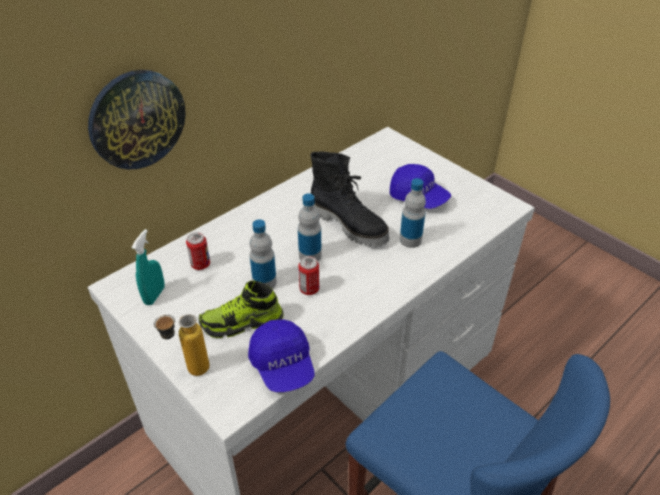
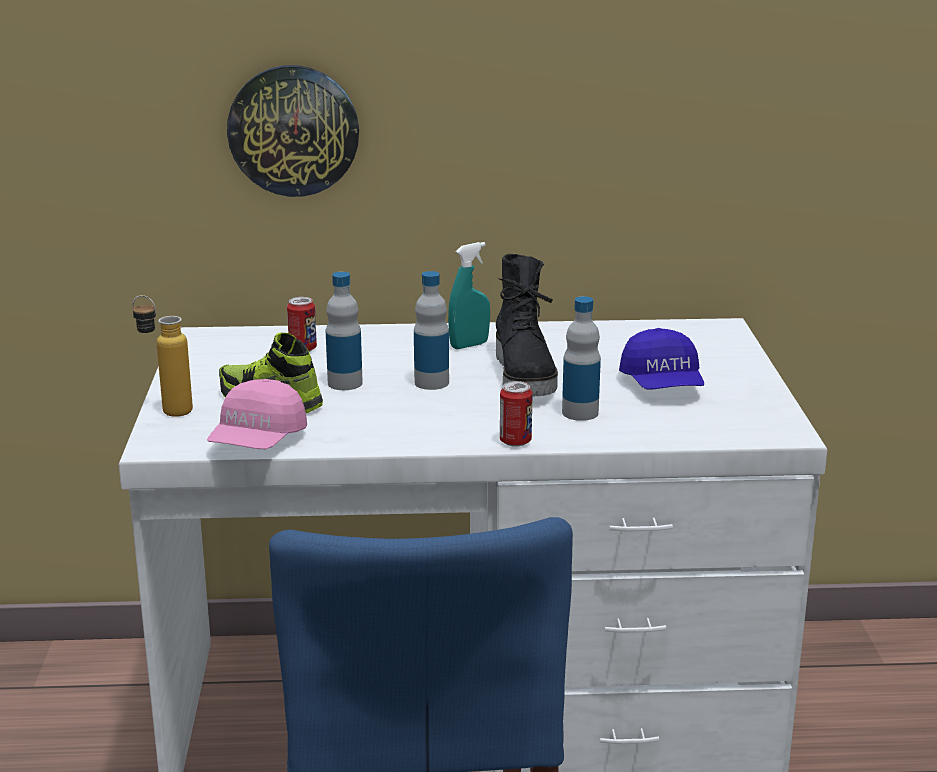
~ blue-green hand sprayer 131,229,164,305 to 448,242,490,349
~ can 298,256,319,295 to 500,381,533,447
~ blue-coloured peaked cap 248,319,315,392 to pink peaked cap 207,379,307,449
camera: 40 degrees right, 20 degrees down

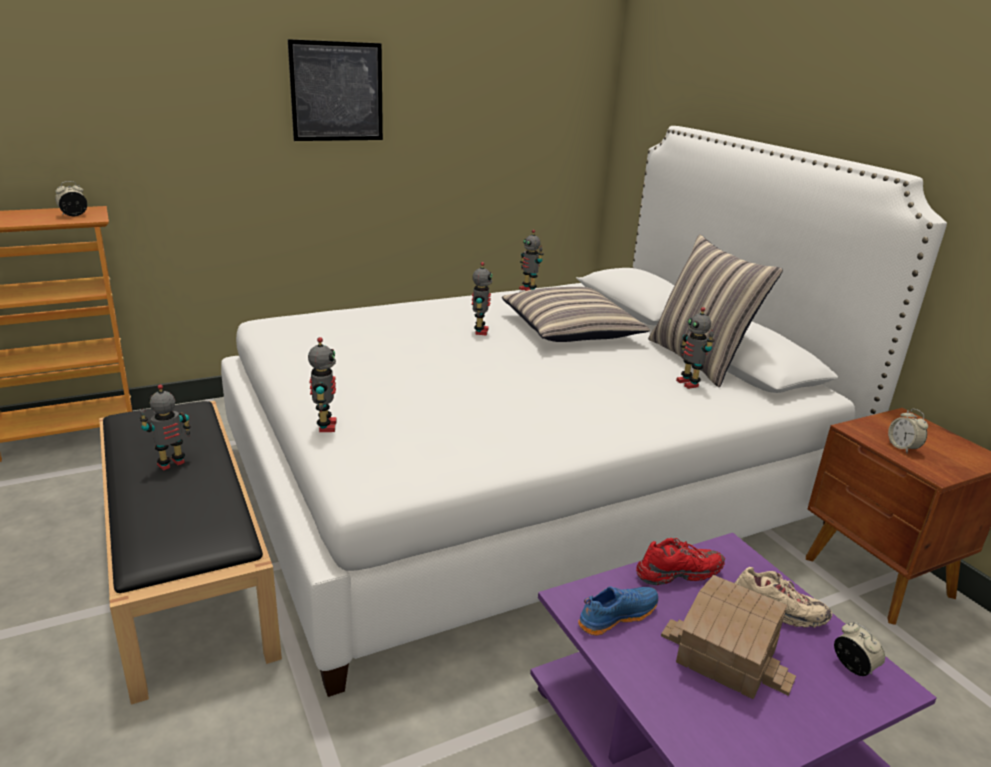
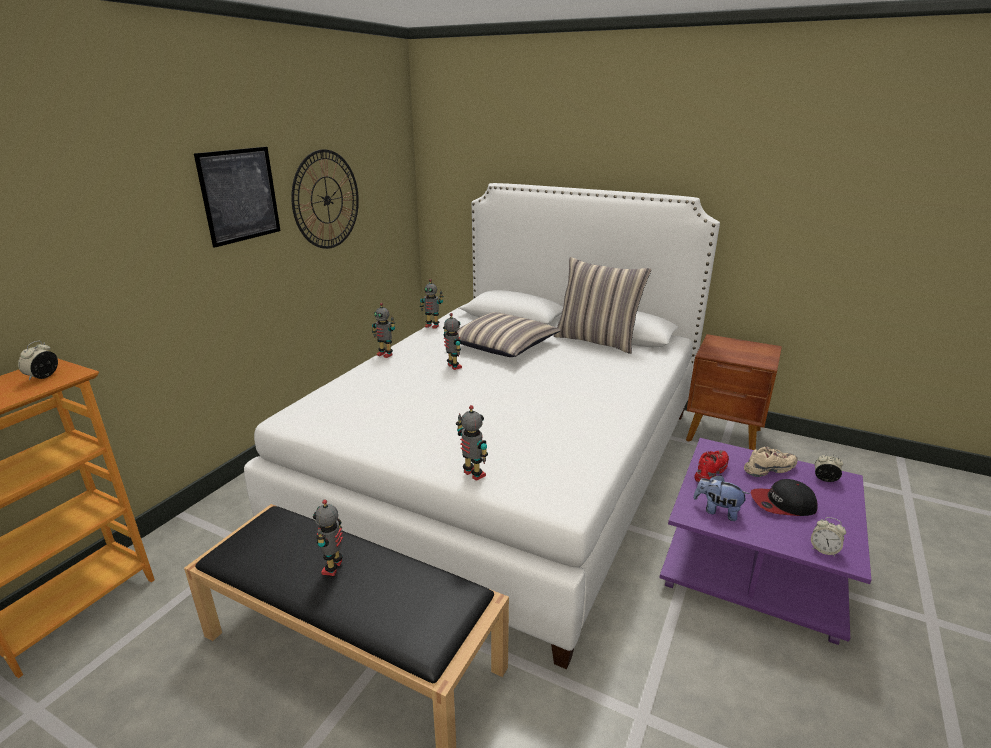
~ model robot 676,307,715,389 to 372,303,395,358
~ alarm clock 888,409,928,453 to 811,517,846,557
~ toy house 661,575,796,699 to peaked cap 751,479,818,516
~ blue-coloured shoe 578,587,658,635 to plush toy 694,475,749,521
+ clock on the wall 291,149,359,249
camera: 35 degrees left, 0 degrees up

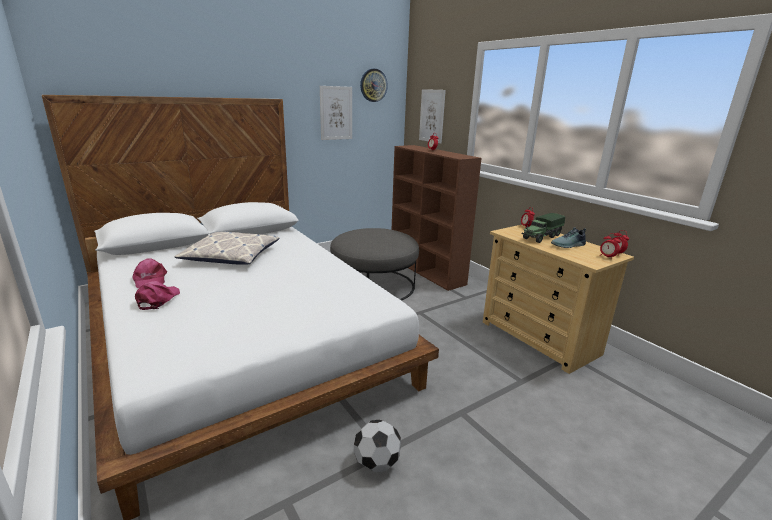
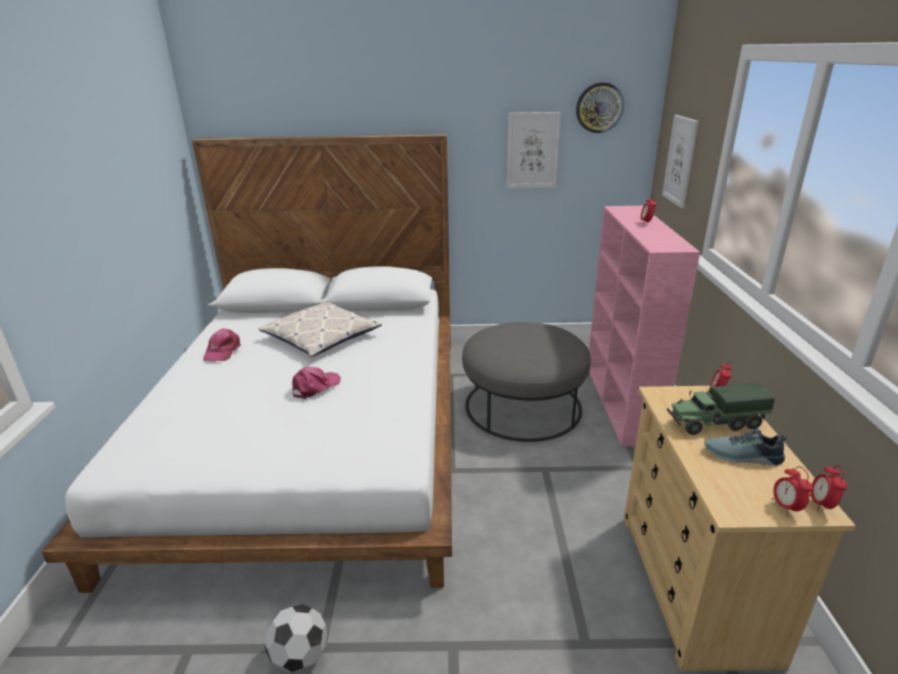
~ brown-coloured shelving unit 391,145,482,291 to pink shelving unit 589,206,700,447
~ pink peaked cap 135,281,180,310 to 292,367,341,399
camera: 35 degrees right, 5 degrees up

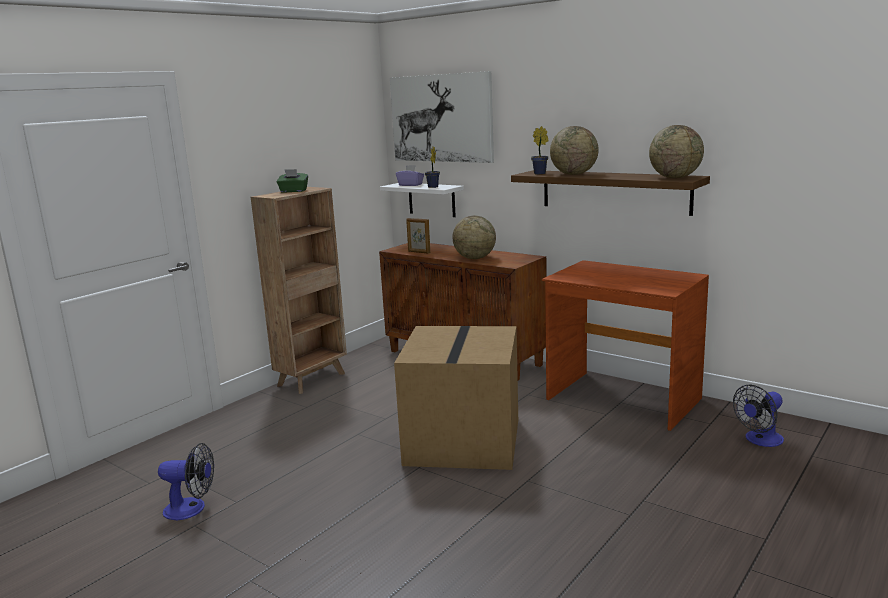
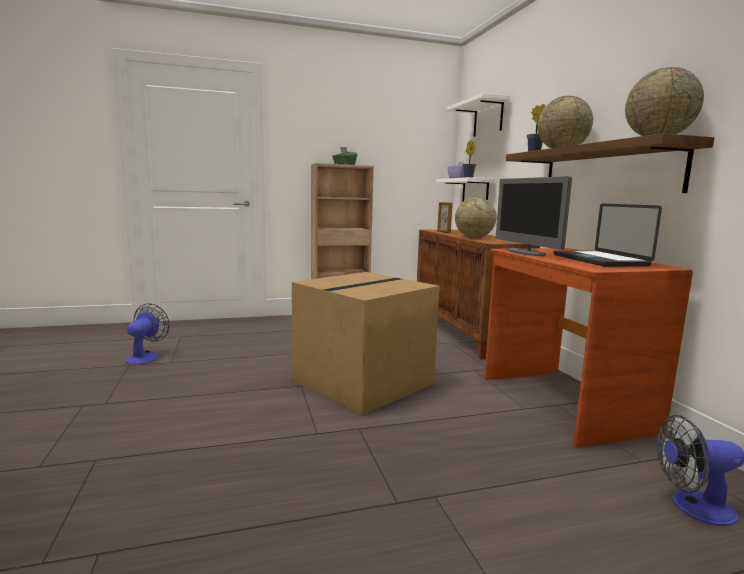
~ wall art 390,71,494,163 to white-coloured bracket shelf 446,93,511,137
~ cooling fan 158,443,214,520 = 126,303,170,364 120 degrees counterclockwise
+ computer display 495,176,572,256
+ laptop 553,203,662,267
camera: 35 degrees right, 5 degrees down

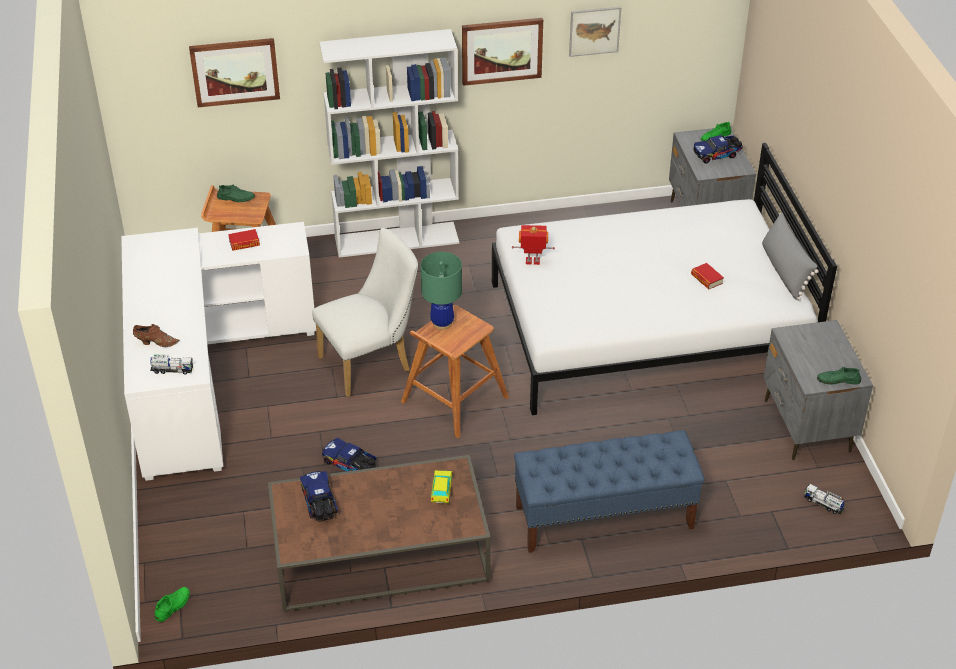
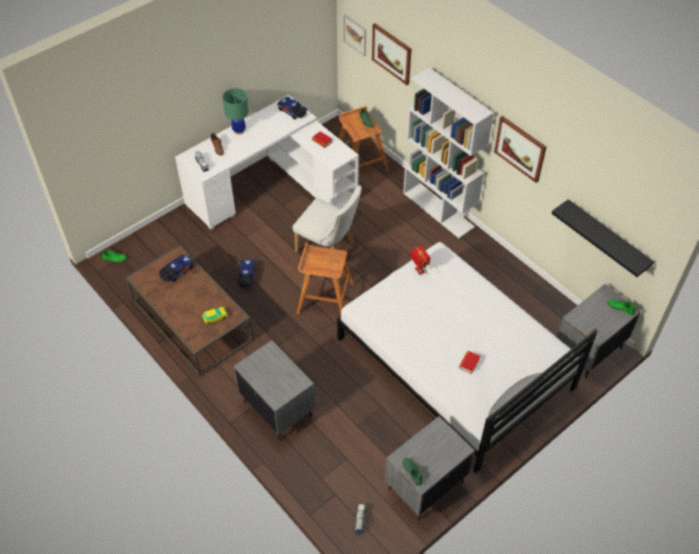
~ wall art 569,7,621,57 to 344,15,366,57
~ toy truck 693,135,742,163 to 278,96,307,119
~ greenish tabletop lamp 421,252,462,330 to 223,88,249,135
~ blue-coloured bench 514,430,705,553 to gray bedside table 234,340,315,441
+ black-coloured bracket shelf 551,199,654,277
camera: 60 degrees right, 10 degrees up

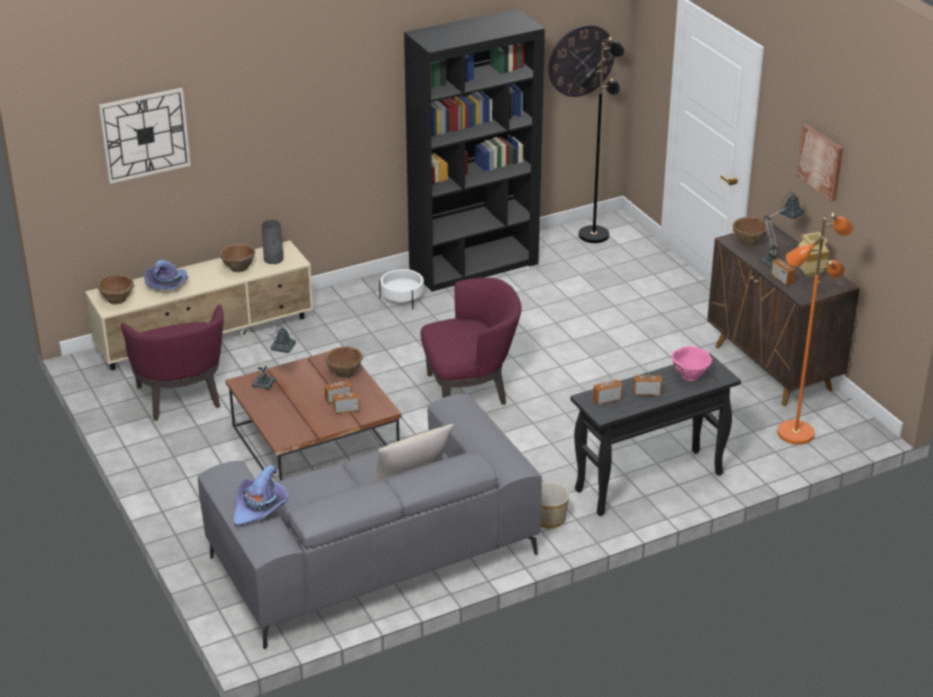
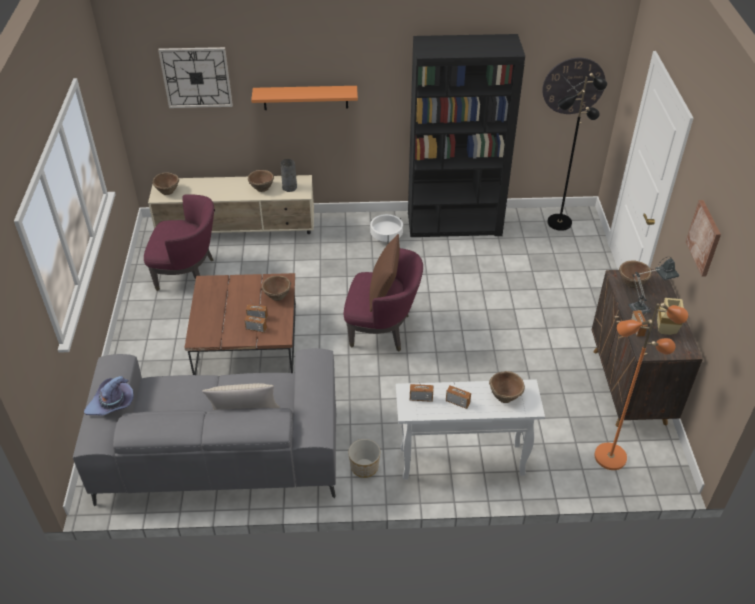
- purplish hat 144,260,188,290
~ purplish lounge chair 121,304,224,421 = 144,194,214,291 90 degrees counterclockwise
- tabletop lamp 239,325,296,389
~ pink bowl 671,346,712,381 to brown-coloured bowl 489,371,525,403
~ black-coloured hall table 570,353,741,516 to white-coloured hall table 396,379,545,480
+ orangey bracket shelf 251,86,358,110
+ brown-coloured pillow 370,234,400,312
camera: 25 degrees right, 10 degrees up

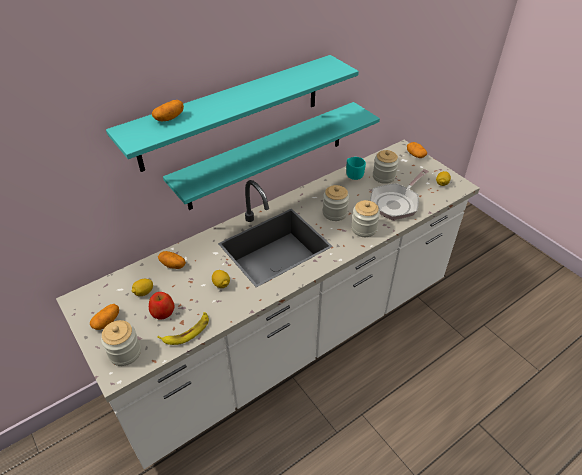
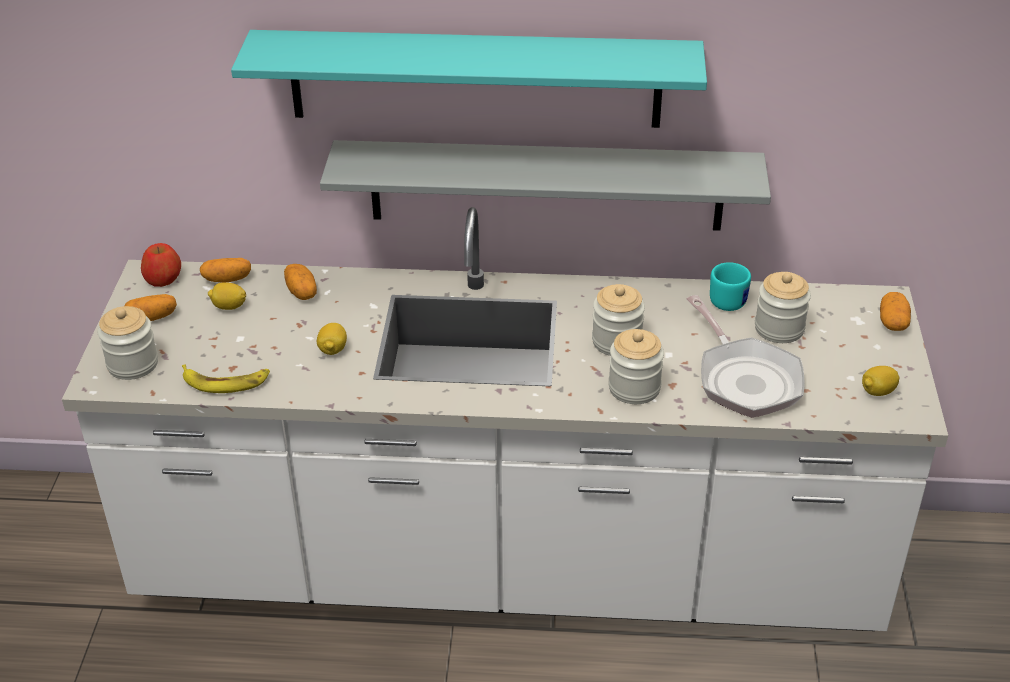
~ whole potato 152,100,184,121 to 200,258,251,283
~ blue-green bracket shelf 163,102,380,210 to gray bracket shelf 320,140,771,231
~ skillet 370,169,429,220 = 687,295,805,418 105 degrees counterclockwise
~ whole apple 149,292,175,320 to 141,243,181,287
camera: 40 degrees right, 5 degrees down

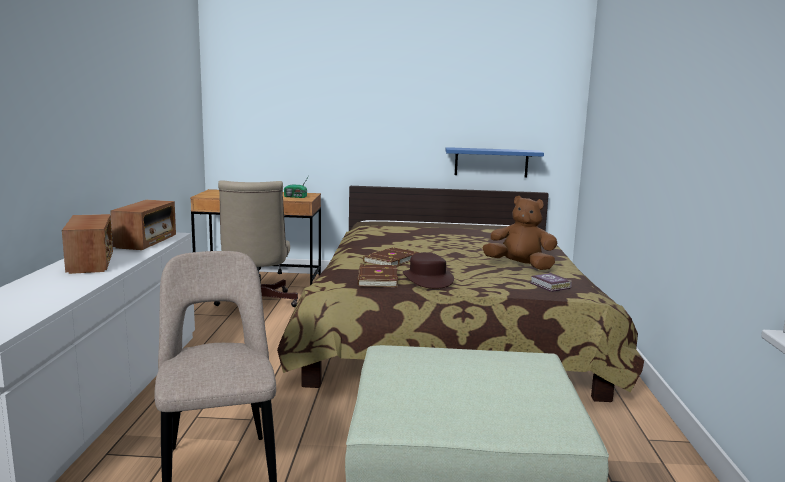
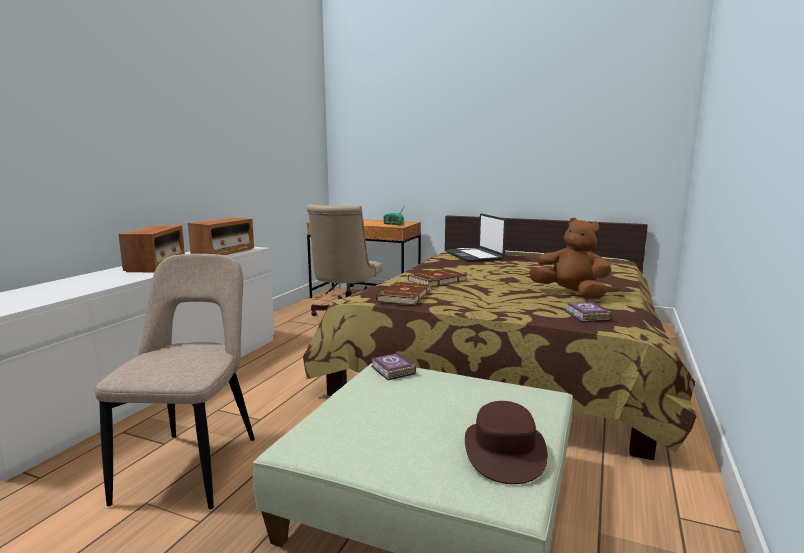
- blue-coloured bracket shelf 445,147,544,178
~ brown-coloured hat 403,252,454,289 to 465,401,548,484
+ laptop 447,213,506,262
+ bound book 371,352,416,380
camera: 20 degrees right, 0 degrees up

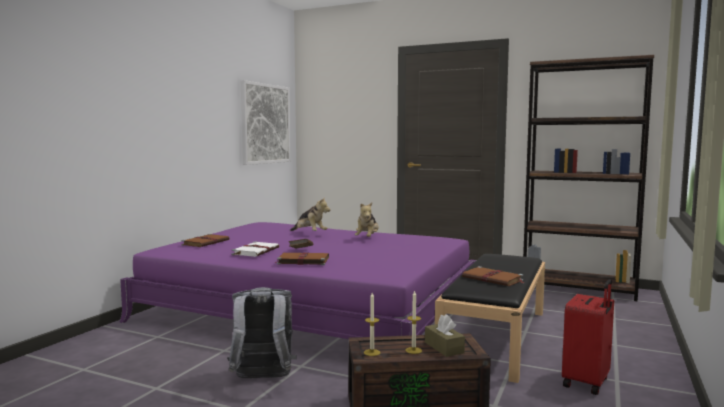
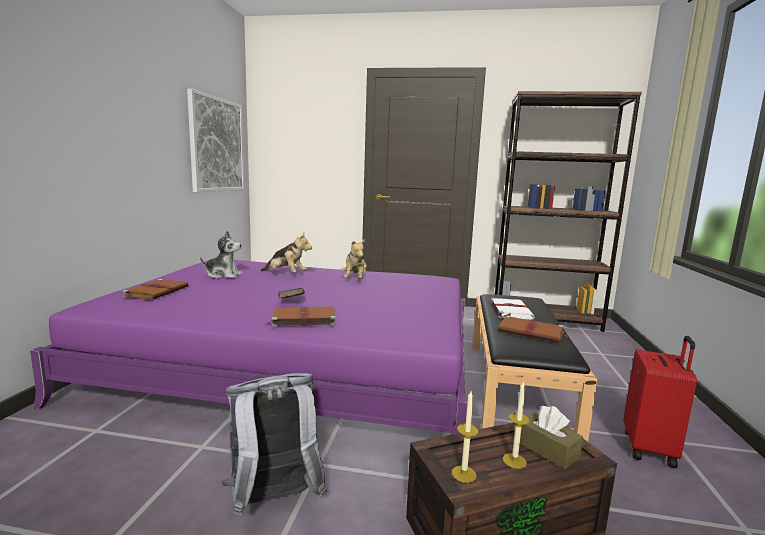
~ white-coloured bound book 232,241,279,257 to 490,298,534,320
+ plush toy 200,231,243,279
camera: 15 degrees left, 5 degrees up

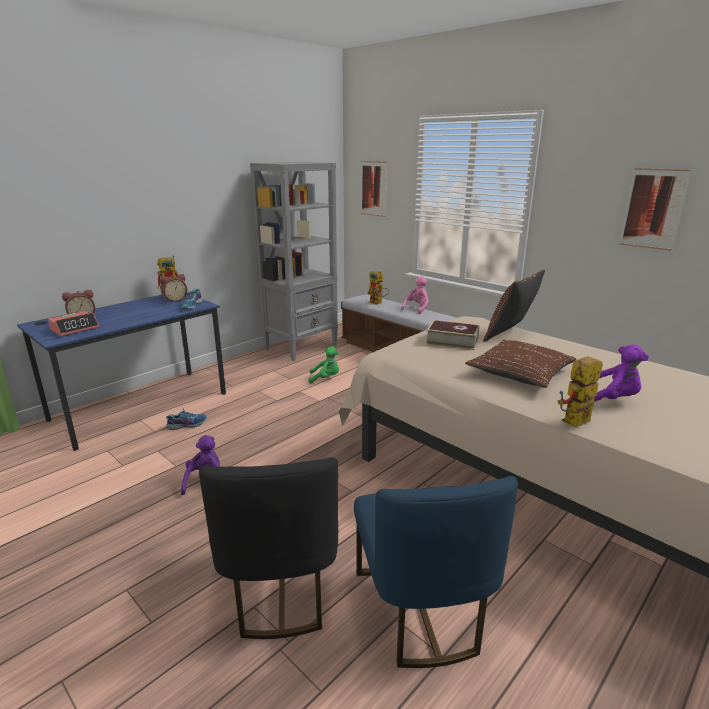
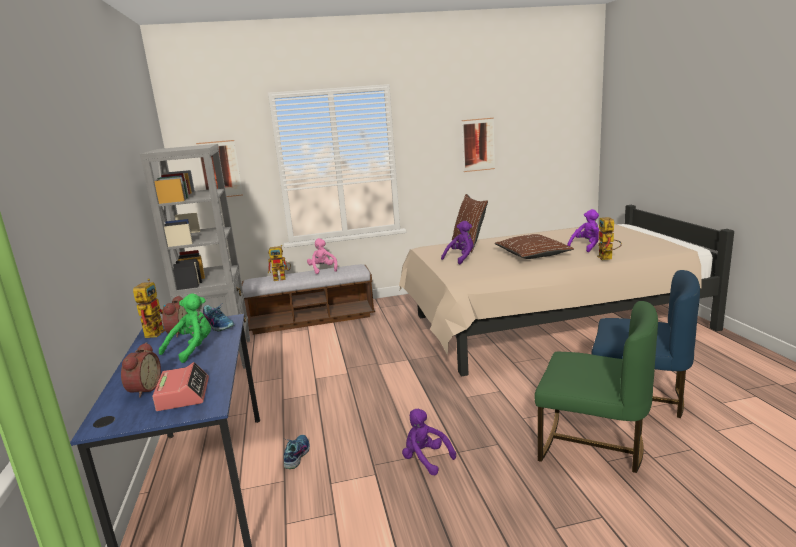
~ bound book 426,320,480,350 to purplish plush toy 441,221,474,265
~ greenish plush toy 308,346,339,384 to 159,293,211,363
~ black-coloured upright chair 199,457,338,639 to greenish upright chair 535,301,658,473
camera: 55 degrees left, 5 degrees down

